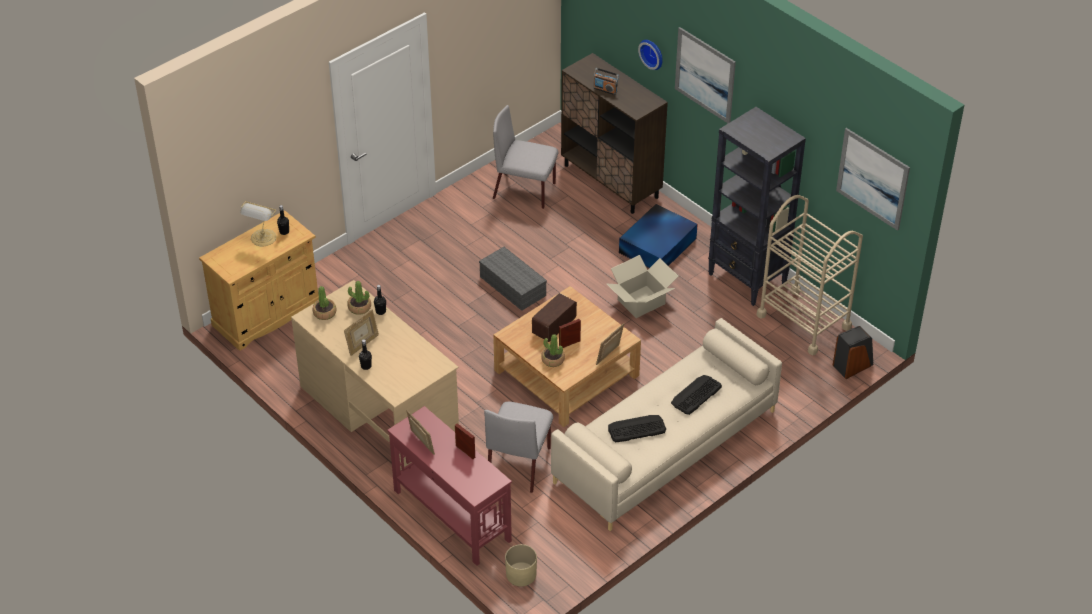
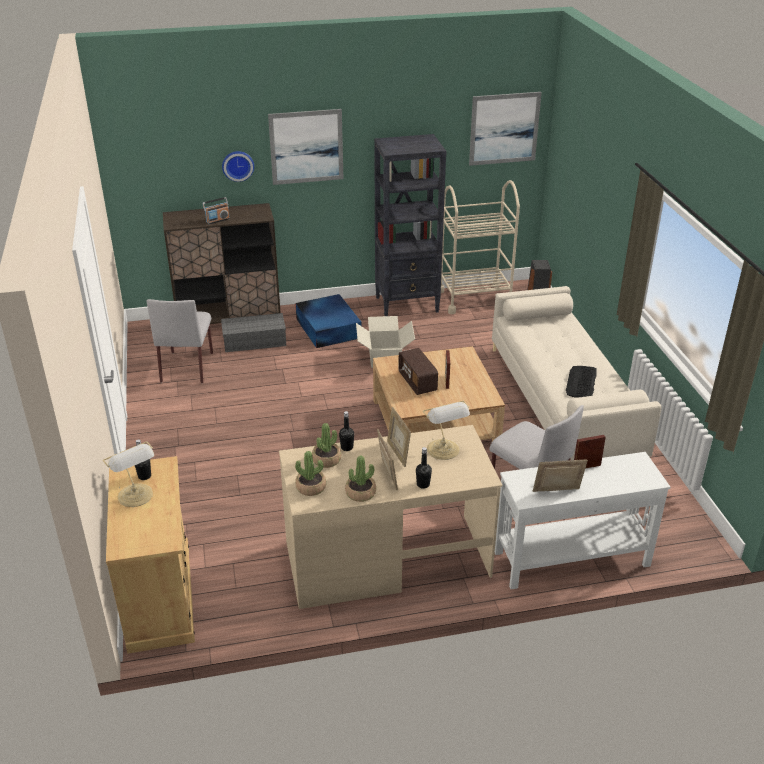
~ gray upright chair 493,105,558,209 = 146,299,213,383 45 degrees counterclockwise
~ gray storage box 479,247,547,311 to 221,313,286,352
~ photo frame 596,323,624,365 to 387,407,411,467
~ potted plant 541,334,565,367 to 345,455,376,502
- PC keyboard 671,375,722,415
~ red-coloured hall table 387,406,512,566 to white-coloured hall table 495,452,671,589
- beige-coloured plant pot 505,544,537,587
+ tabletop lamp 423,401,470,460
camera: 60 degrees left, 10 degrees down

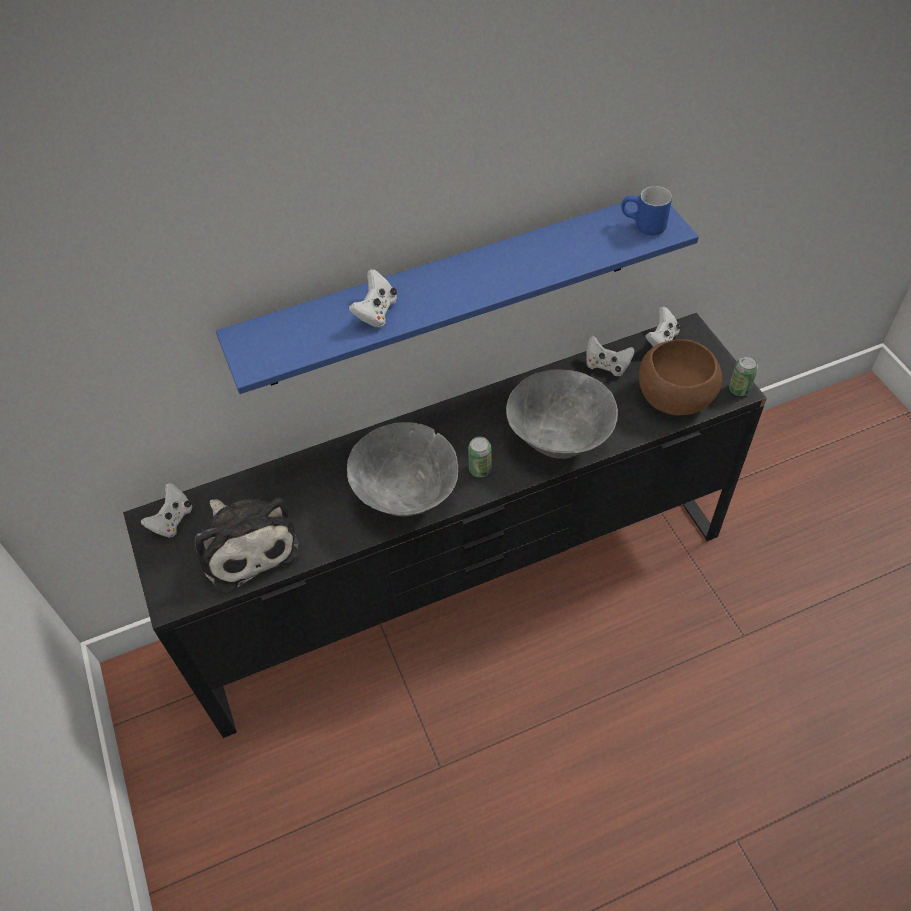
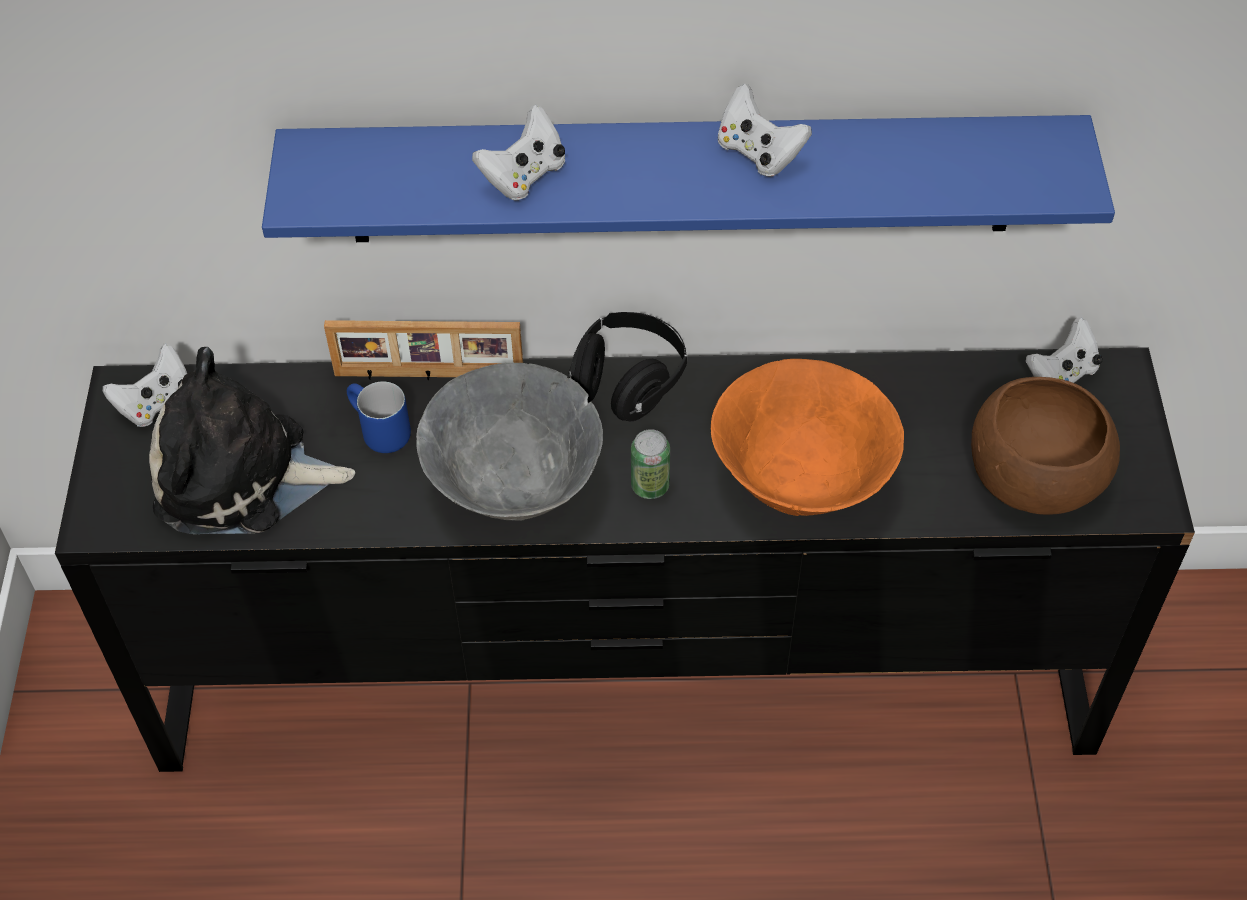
~ blue-coloured tea mug 622,186,672,236 to 347,381,411,453
~ white-coloured joypad 586,336,634,376 to 718,83,812,177
- can 729,356,758,396
~ gray bowl 506,370,618,459 to orangey bowl 711,359,904,516
~ plush toy 195,498,299,594 = 149,347,355,534 105 degrees clockwise
+ black-coloured headphones 569,312,688,422
+ photo frame 324,320,523,380
camera: 20 degrees right, 0 degrees up

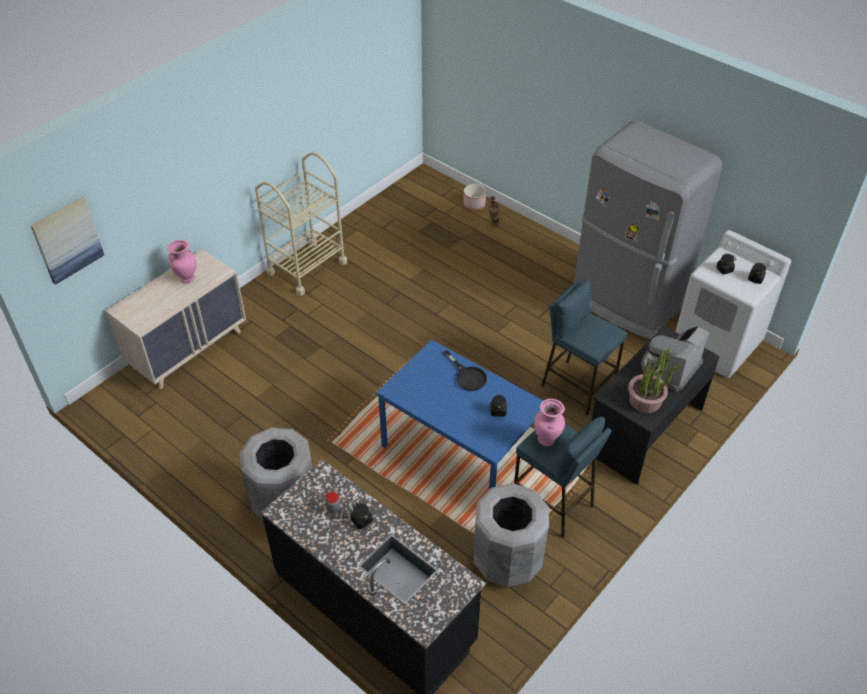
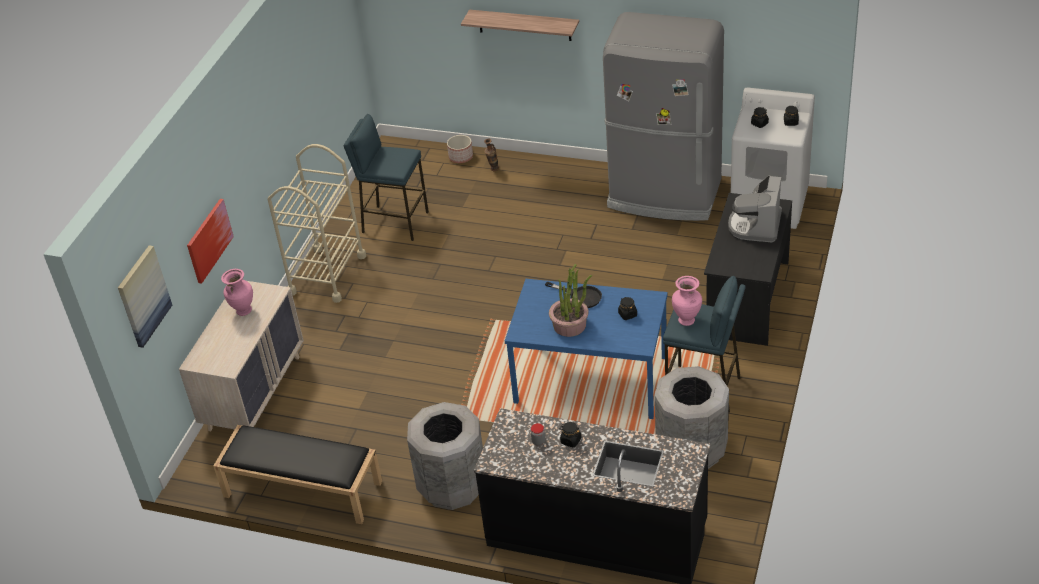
~ blue-coloured stool 541,279,627,416 to 343,114,429,241
~ potted plant 628,349,681,413 to 549,264,592,337
+ bracket shelf 461,10,579,41
+ wall art 187,199,234,284
+ black-coloured bench 213,425,382,524
camera: 20 degrees left, 5 degrees down

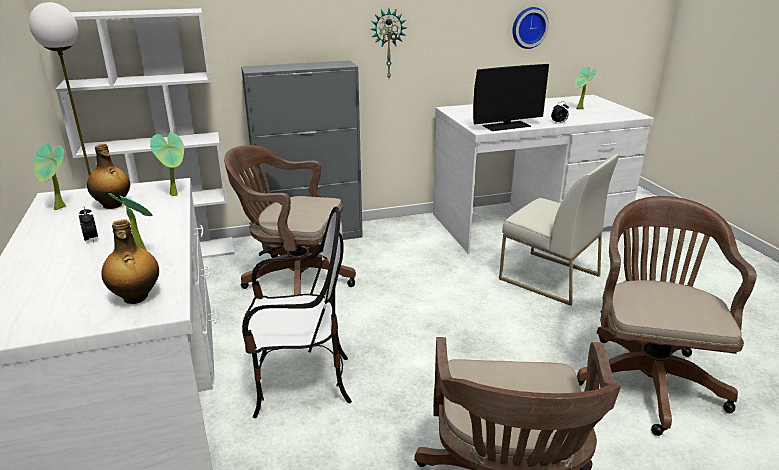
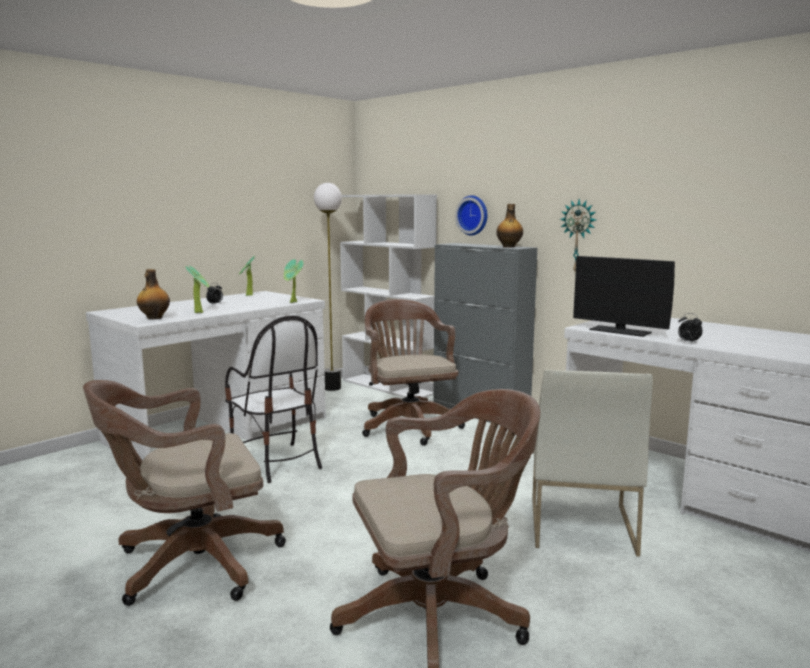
~ clock on the wall 512,7,549,49 to 455,195,487,236
- potted plant 574,67,596,109
~ drink bottle 87,144,130,209 to 496,204,523,248
camera: 60 degrees right, 15 degrees down

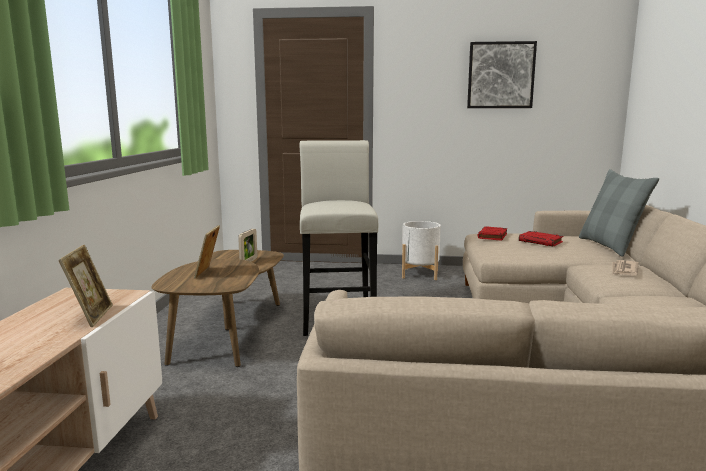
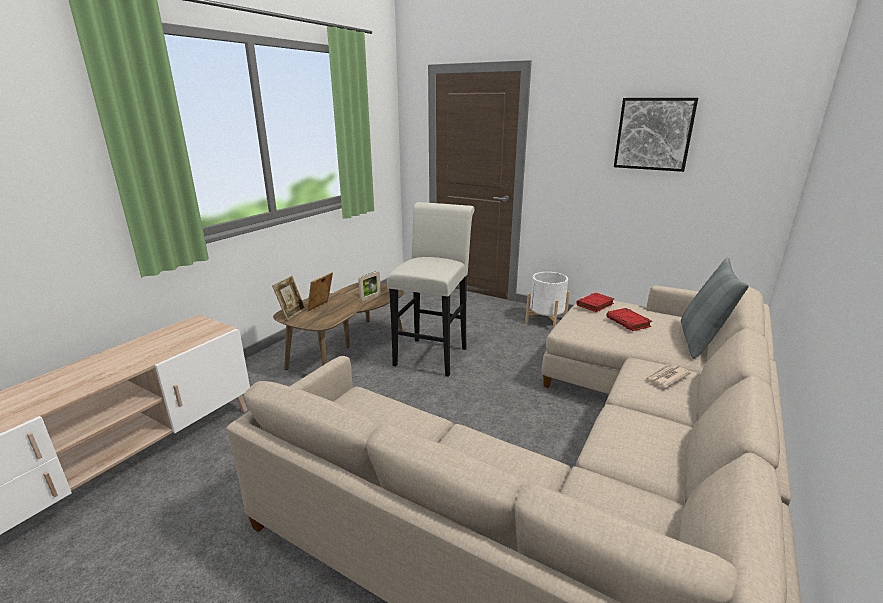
~ photo frame 58,245,113,327 to 272,276,305,320
camera: 25 degrees right, 10 degrees up

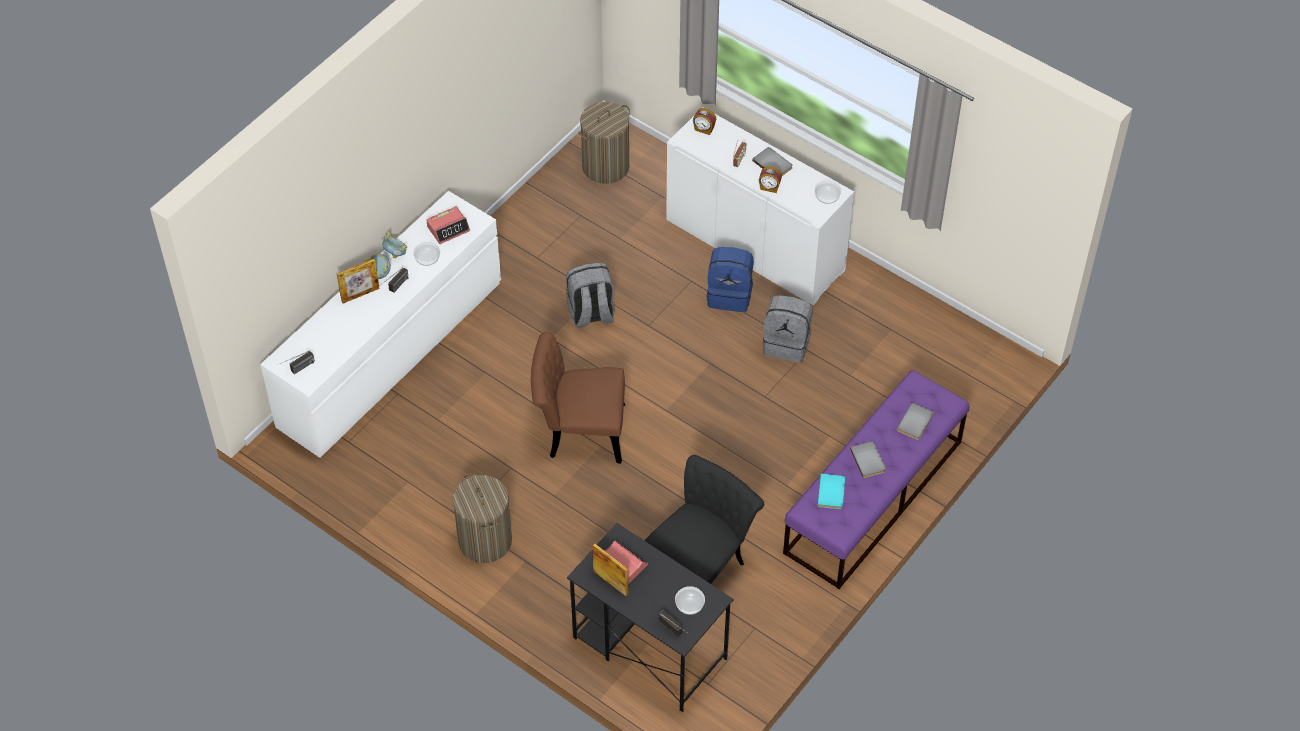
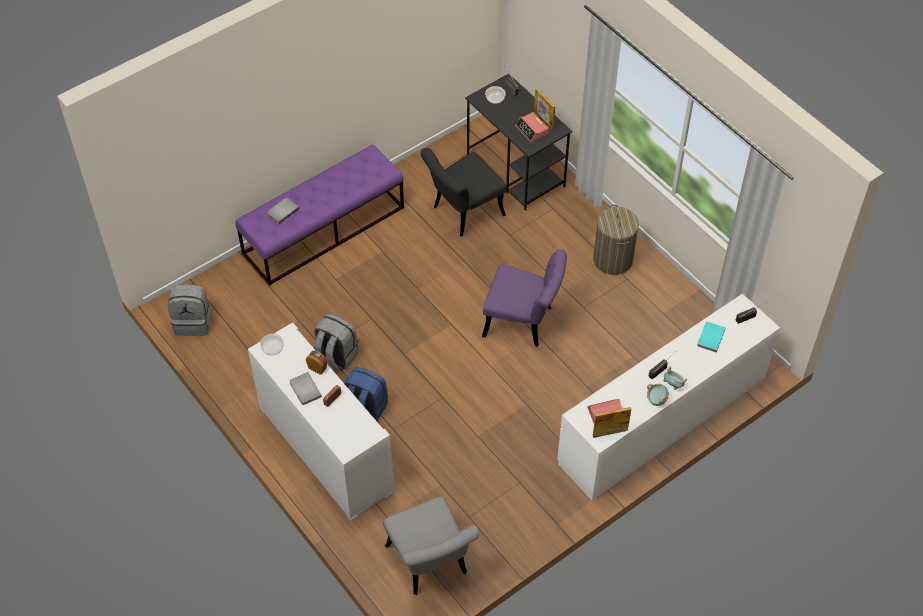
~ laundry basket 579,102,630,184 to gray upright chair 383,497,479,595
- alarm clock 693,108,716,135
- bowl 413,242,440,266
~ photo frame 337,259,380,304 to 593,407,631,438
~ gray backpack 566,263,615,328 to 168,284,211,336
~ brown-coloured upright chair 531,332,625,464 to purplish upright chair 482,249,567,347
- gray bound book 850,441,886,478
~ blue-green bound book 817,473,845,509 to 697,322,726,353
camera: 165 degrees left, 0 degrees up

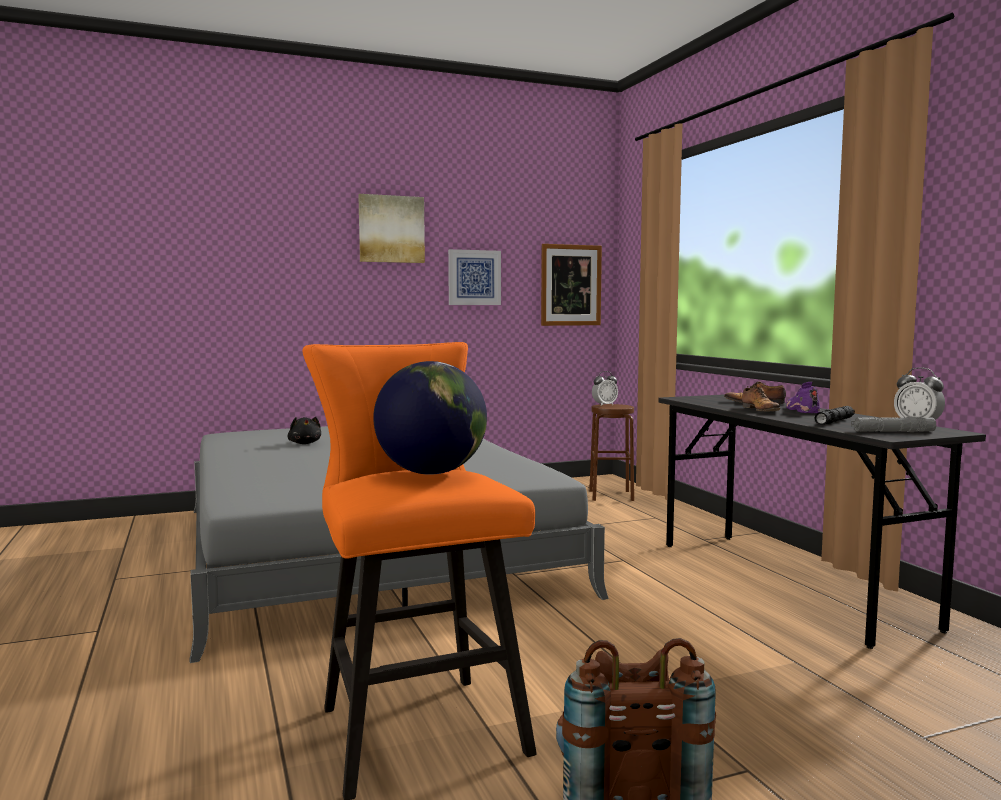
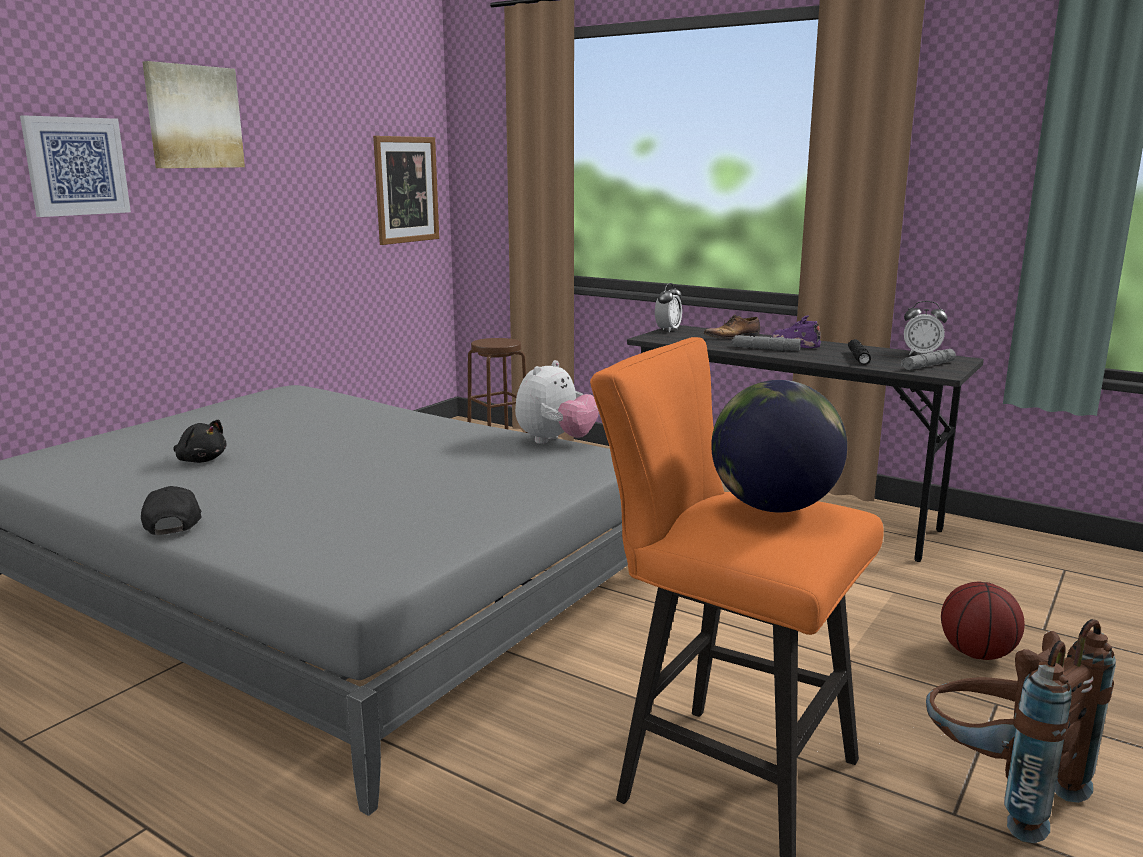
~ wall art 448,249,501,305 to 20,115,131,217
~ alarm clock 592,371,618,406 to 655,283,682,332
~ shoe 742,387,780,411 to gray hand torch 732,335,801,351
+ plush toy 515,360,599,444
+ black-coloured peaked cap 141,486,202,535
+ basketball ball 941,581,1025,660
camera: 35 degrees left, 10 degrees up

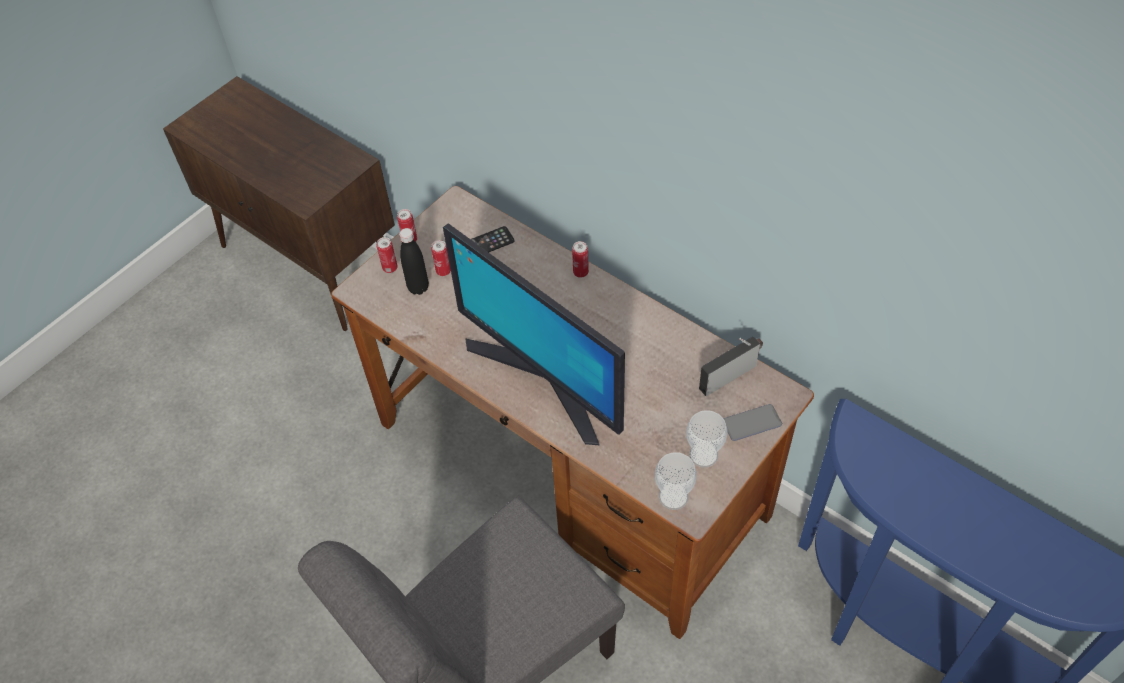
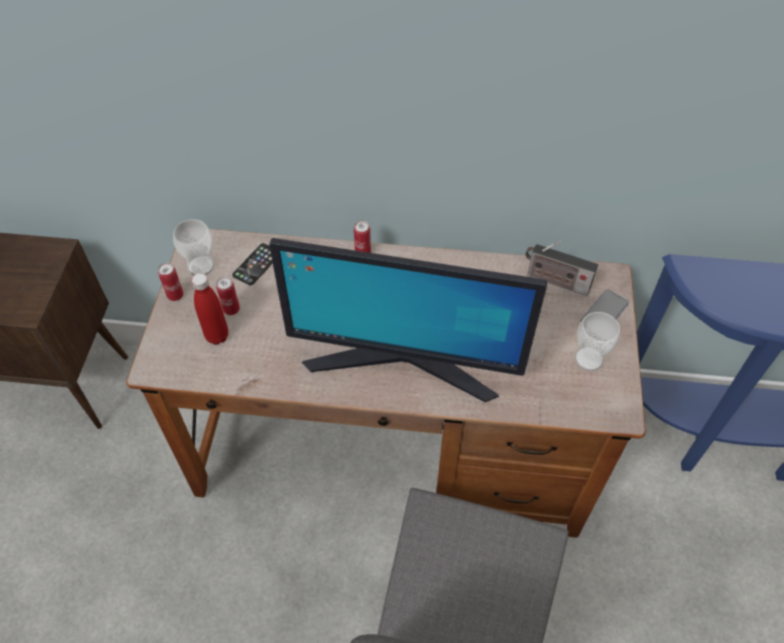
~ black-coloured drink bottle 399,228,429,295 to red-coloured drink bottle 191,273,228,345
- can 376,237,398,273
~ radio set 699,337,763,396 = 526,240,598,296 90 degrees counterclockwise
~ drinking cup 655,452,697,510 to 173,219,214,275
camera: 35 degrees left, 0 degrees up

